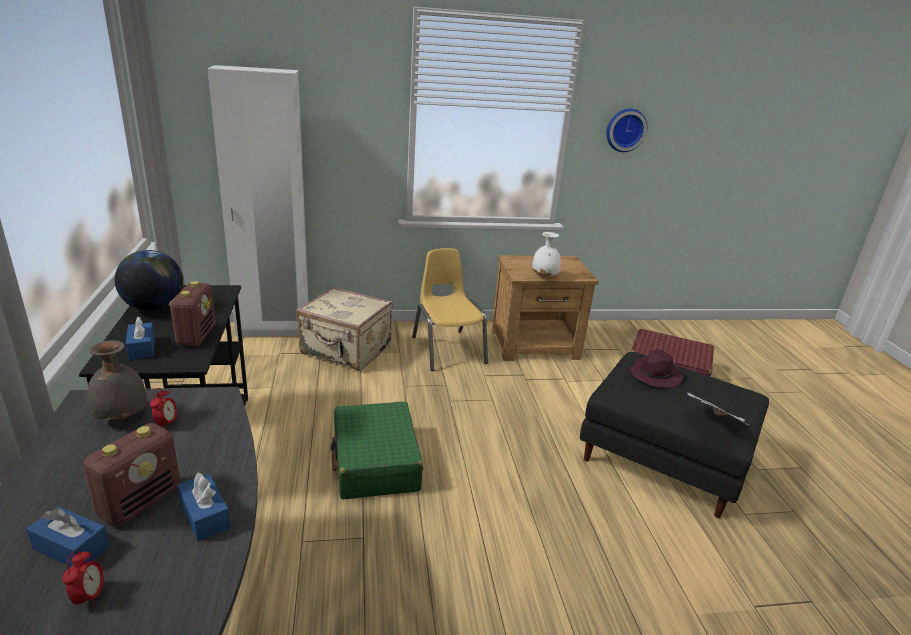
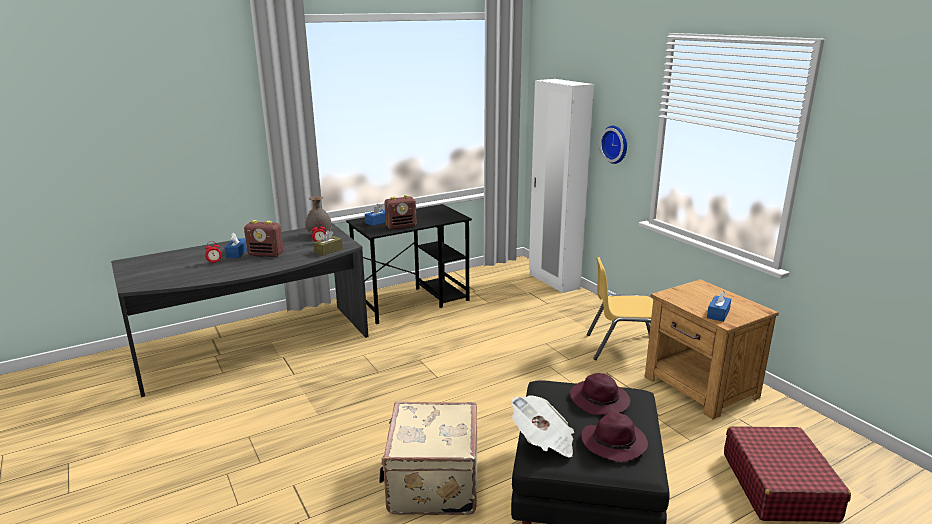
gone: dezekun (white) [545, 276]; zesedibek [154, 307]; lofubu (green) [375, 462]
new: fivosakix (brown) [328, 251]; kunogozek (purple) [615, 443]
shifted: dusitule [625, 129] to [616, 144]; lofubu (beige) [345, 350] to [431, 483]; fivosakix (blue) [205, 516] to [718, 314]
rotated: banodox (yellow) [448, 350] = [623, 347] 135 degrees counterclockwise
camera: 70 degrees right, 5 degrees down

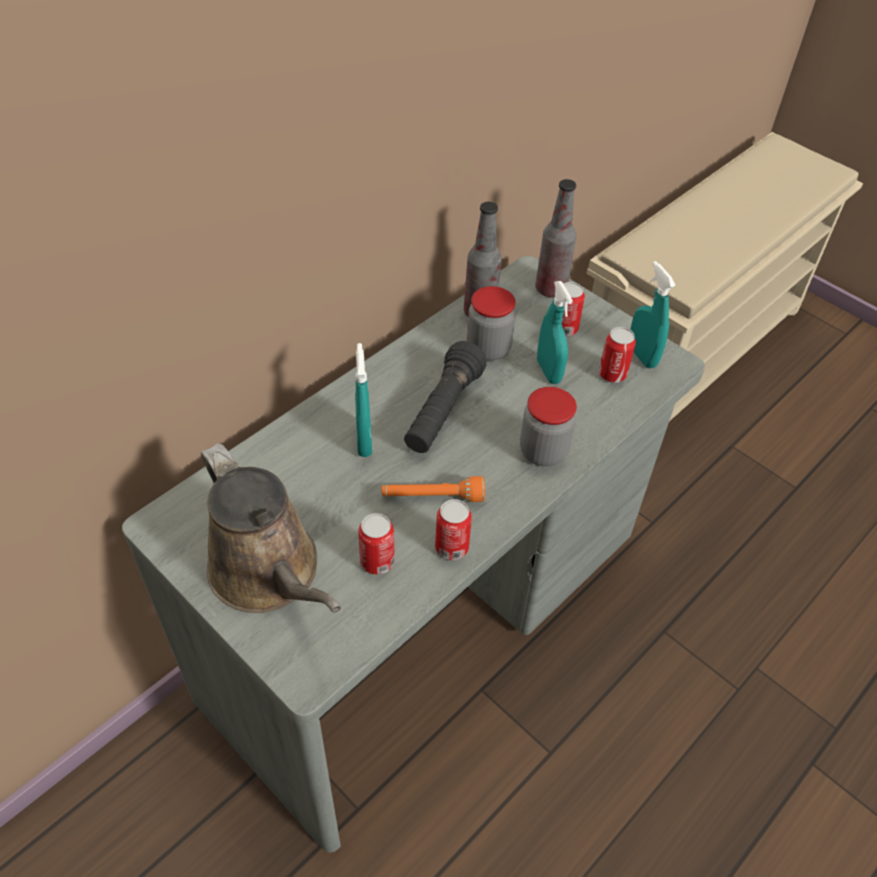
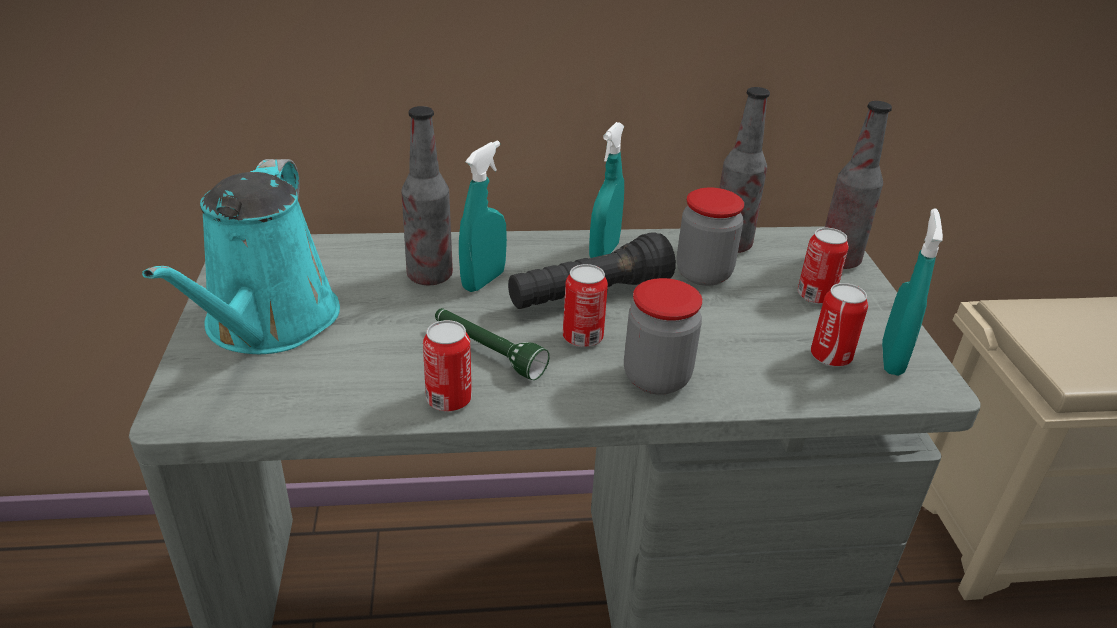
new: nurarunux [429, 276]
shifted: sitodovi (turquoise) [548, 371] to [604, 252]; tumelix [377, 561] to [582, 337]
repainted: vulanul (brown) [269, 573] to vulanul (turquoise) [268, 325]; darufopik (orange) [432, 497] to darufopik (green) [487, 351]
camera: 40 degrees right, 15 degrees down

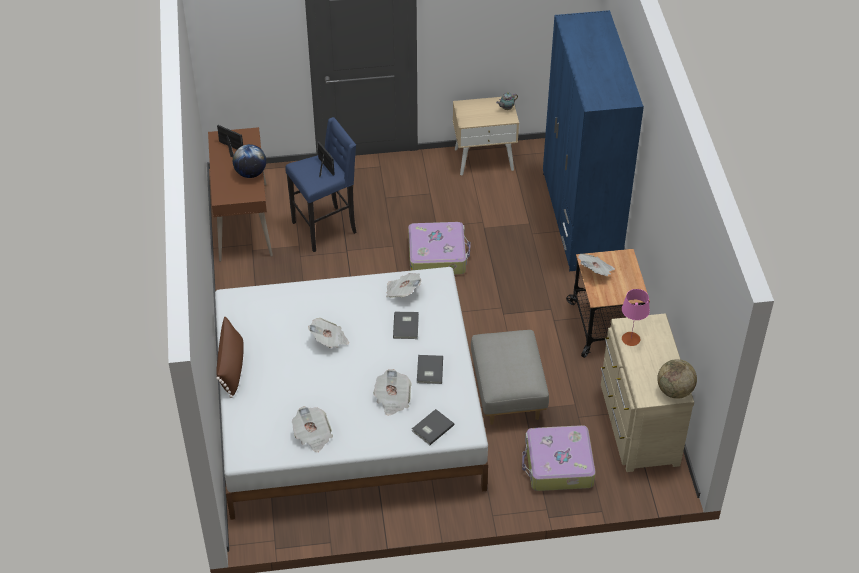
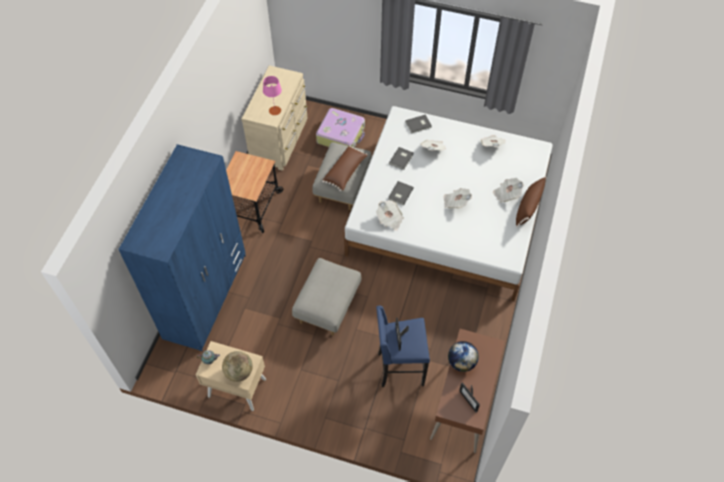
new: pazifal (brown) [345, 172]
shifted: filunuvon [596, 271] to [506, 194]; zesedibek [674, 391] to [239, 372]
swapped: lofubu [437, 255] to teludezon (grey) [328, 307]
camera: 155 degrees left, 10 degrees up

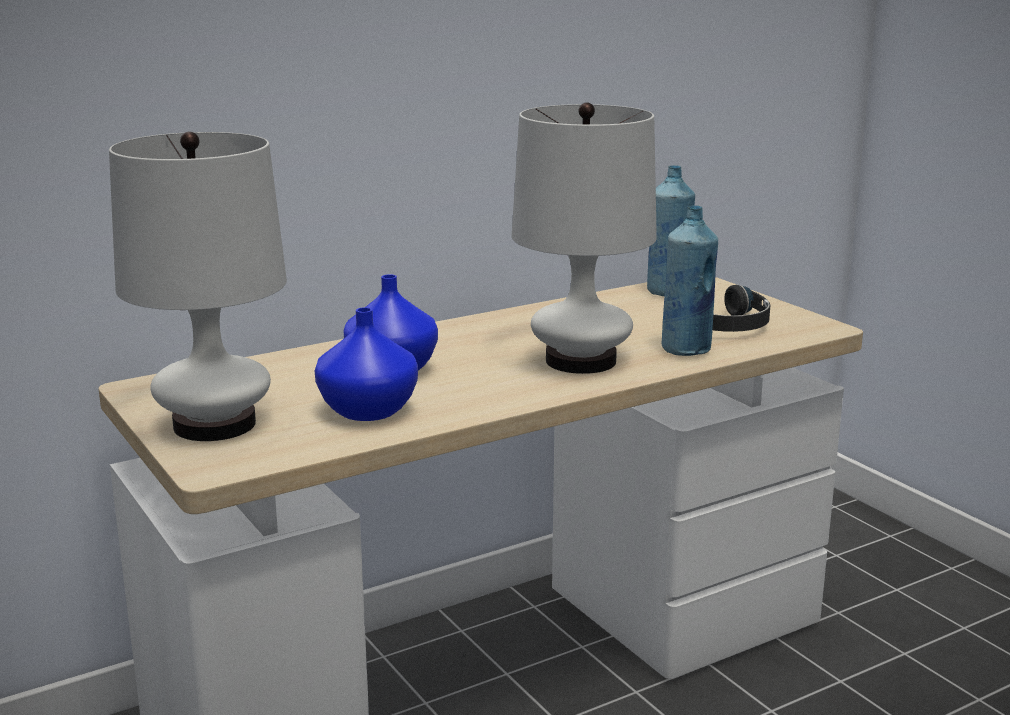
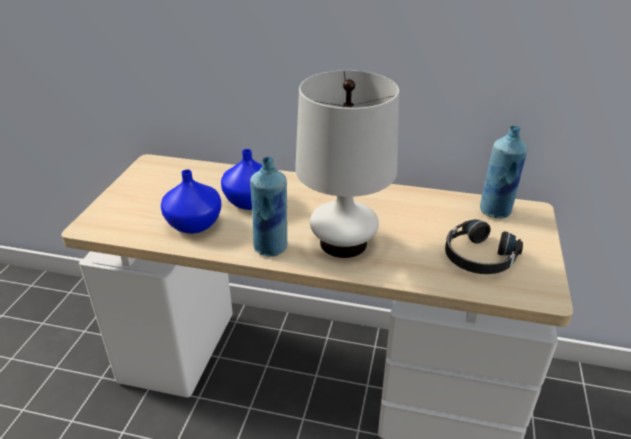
gone: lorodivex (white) [214, 425]
shifted: nurarunux (blue) [686, 350] to [271, 247]
camera: 45 degrees right, 15 degrees up

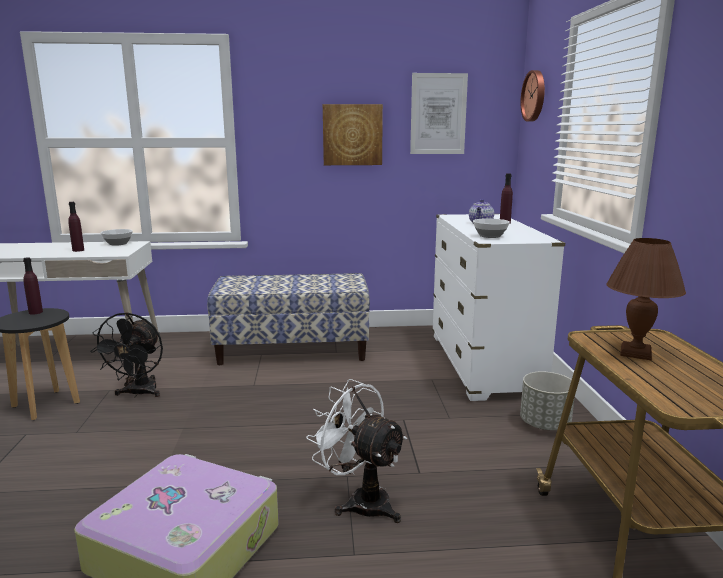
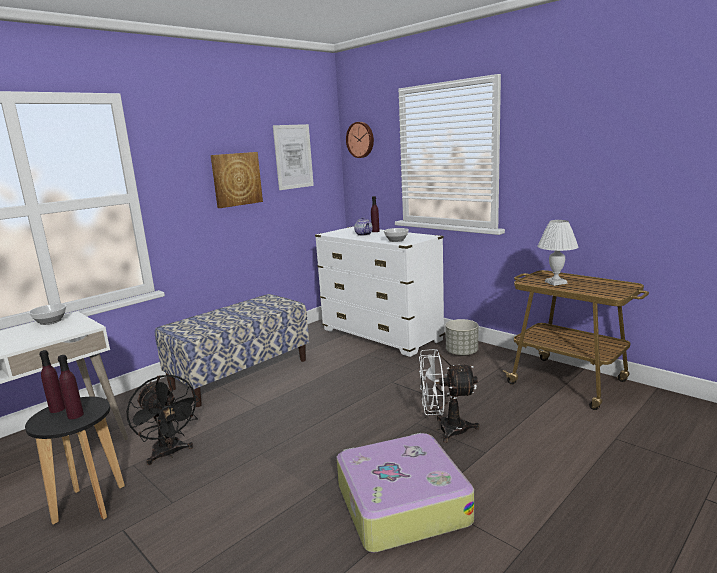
shifted: nurarunux (purple) [78, 250] to [75, 415]
repainted: lorodivex (brown) [635, 352] to lorodivex (white) [555, 282]
camera: 40 degrees left, 0 degrees up

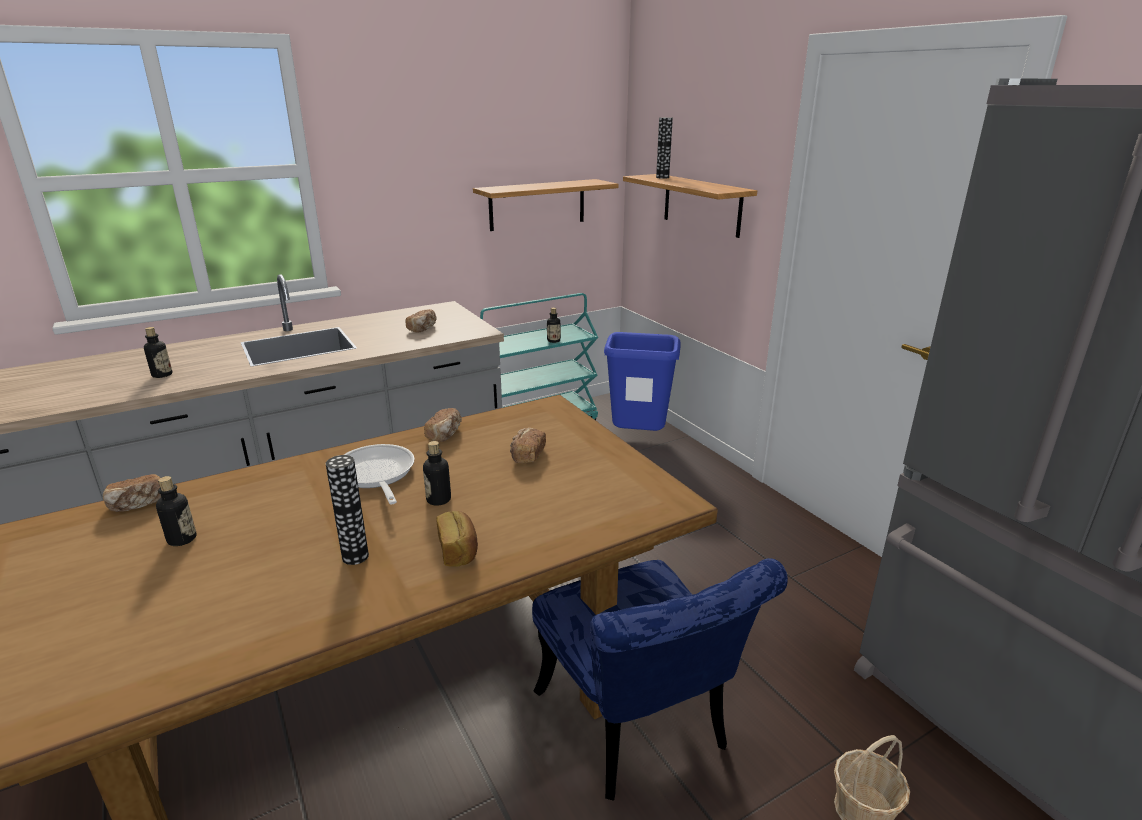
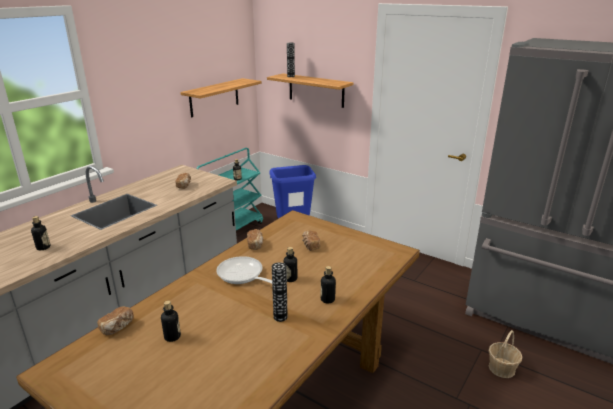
gone: banodox (blue) [639, 731]
swapped: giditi [459, 550] to nurarunux [327, 299]
camera: 25 degrees left, 0 degrees up

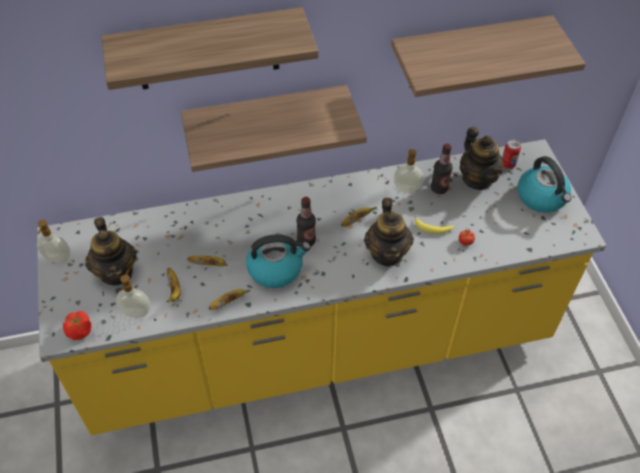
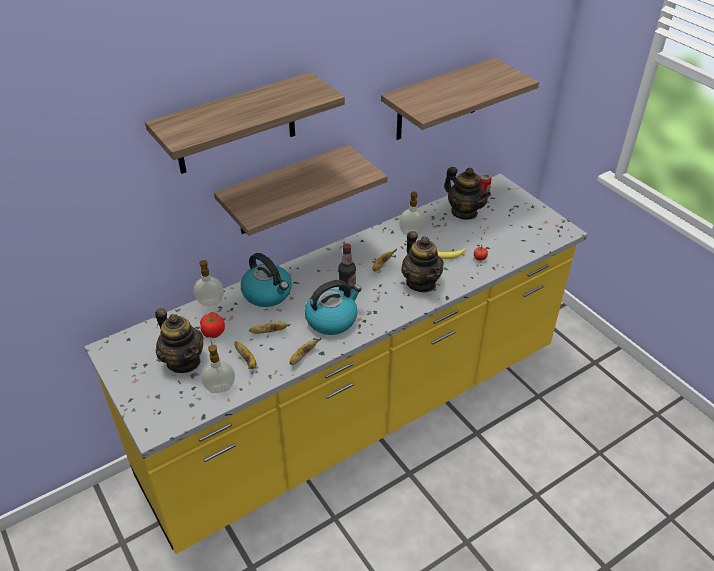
gone: nurarunux [439, 188]
shifted: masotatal [542, 197] to [268, 294]; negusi [57, 259] to [210, 303]; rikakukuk [80, 331] to [213, 332]
camera: 20 degrees left, 10 degrees down

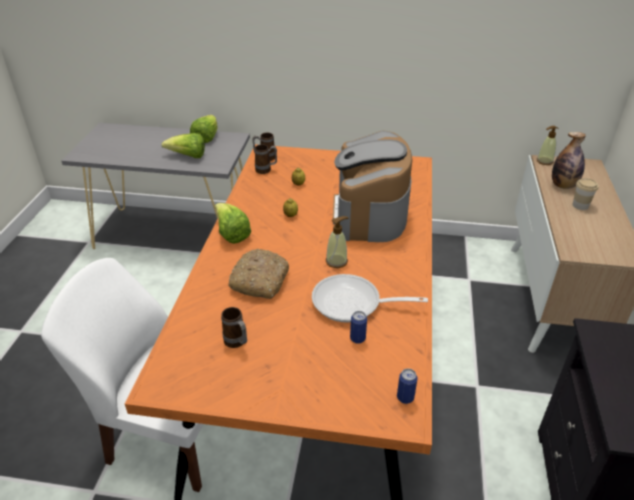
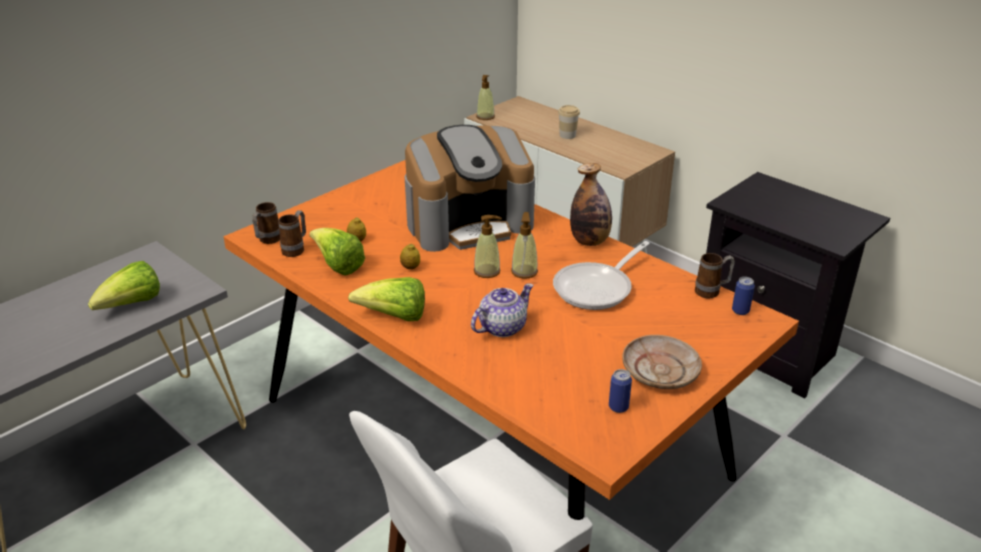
new: negusi [487, 271]; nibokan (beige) [660, 371]
shifted: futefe [206, 138] to [338, 265]; nurarunux [563, 185] to [590, 241]; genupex [237, 343] to [712, 292]; tumelix [357, 338] to [618, 407]
swapped: giditi [259, 280] to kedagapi [501, 327]
rotated: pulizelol [369, 213] = [469, 223] 60 degrees counterclockwise
camera: 55 degrees left, 5 degrees down

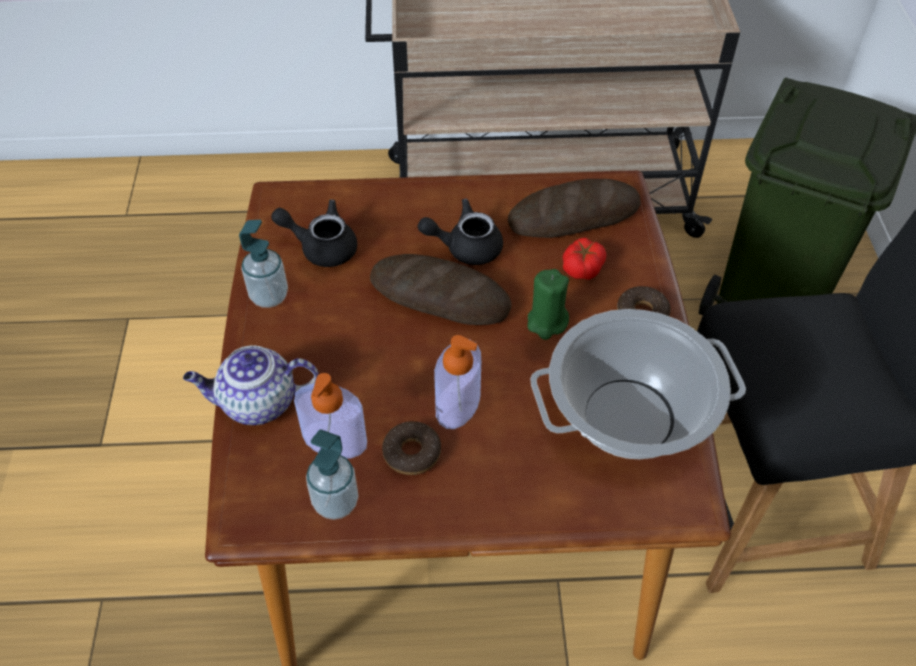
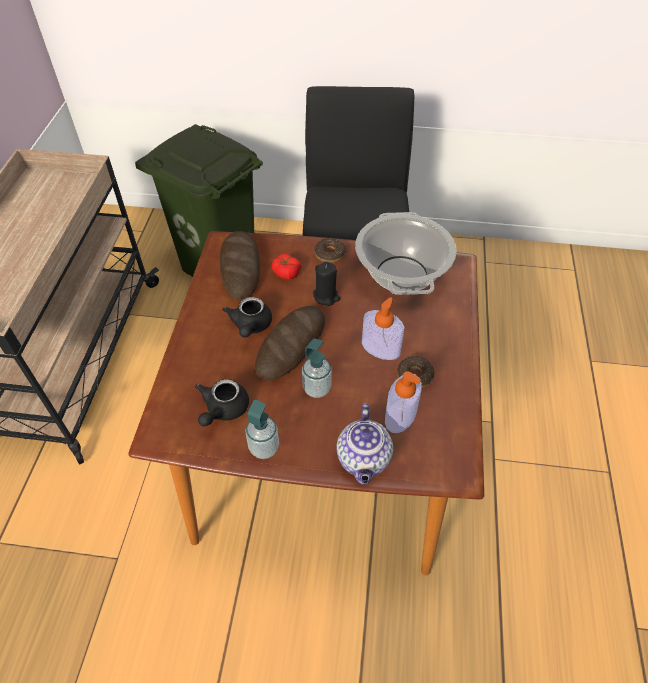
shifted: negusi [336, 502] to [317, 388]
repainted: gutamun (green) [547, 322] to gutamun (black) [326, 296]
camera: 80 degrees left, 0 degrees up

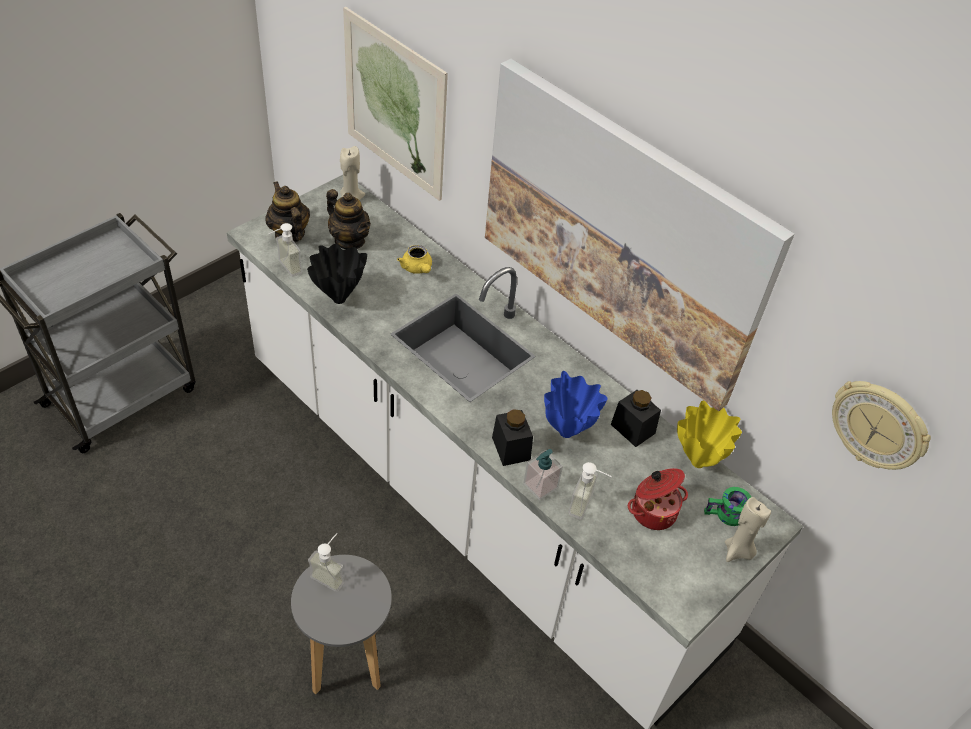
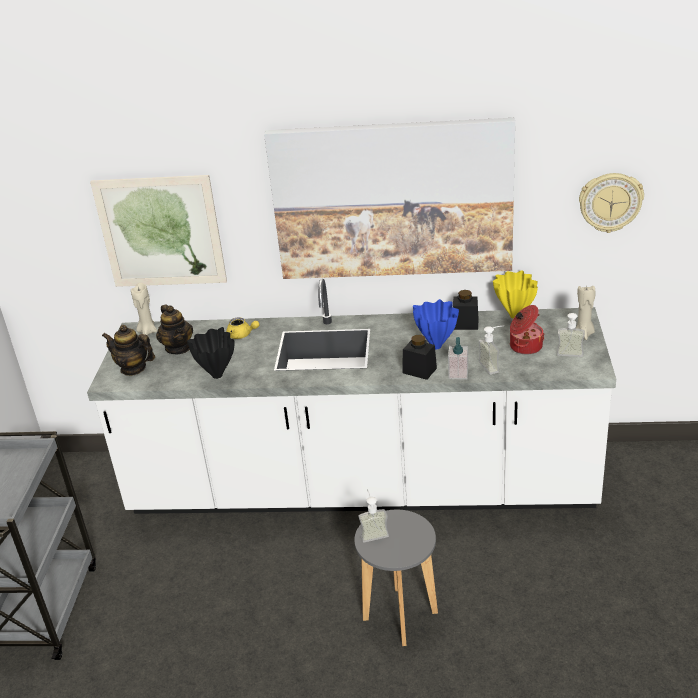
gone: genupex (green) [726, 515]
shifted: negusi [284, 269] to [569, 357]
rotated: kedagapi [349, 240] = [178, 348] 60 degrees clockwise
camera: 35 degrees left, 15 degrees down

